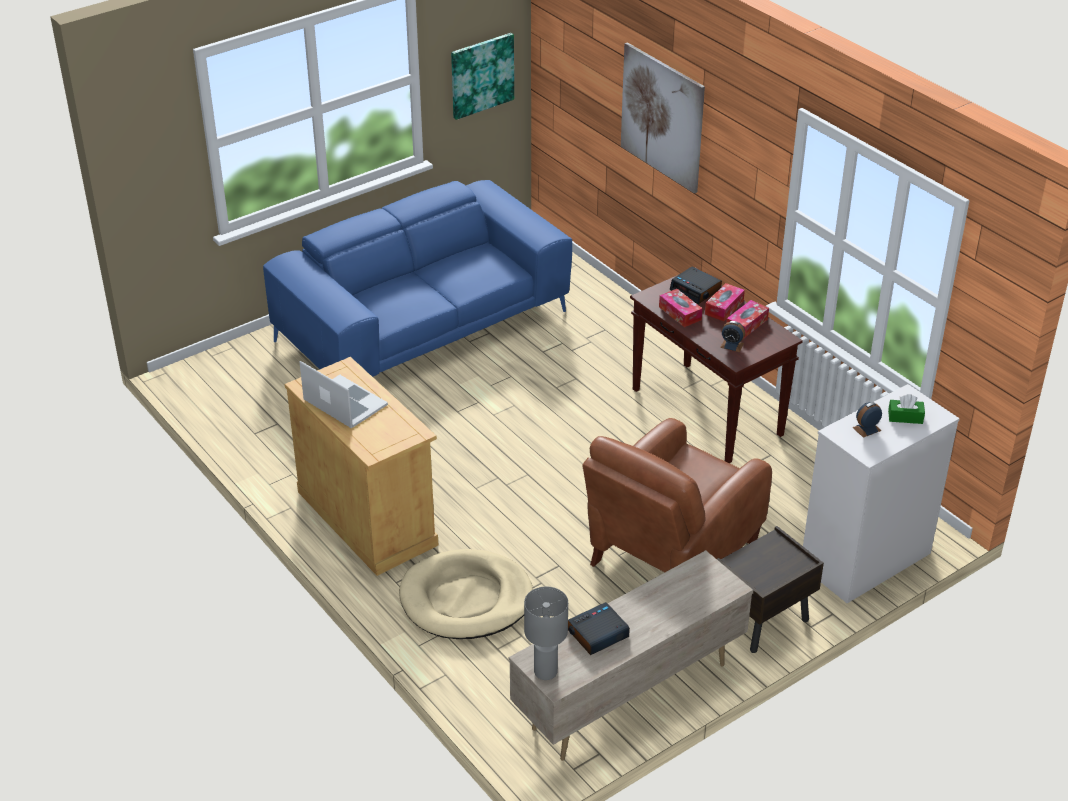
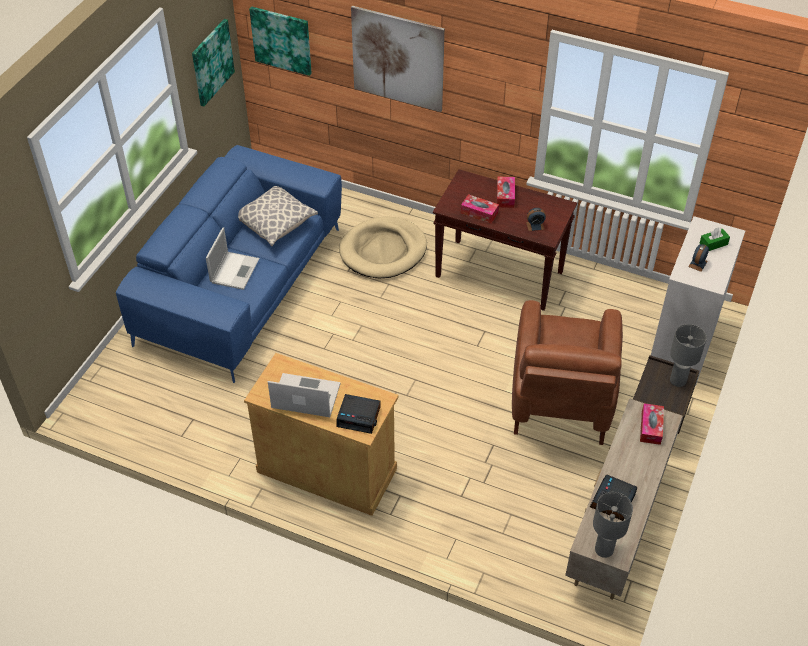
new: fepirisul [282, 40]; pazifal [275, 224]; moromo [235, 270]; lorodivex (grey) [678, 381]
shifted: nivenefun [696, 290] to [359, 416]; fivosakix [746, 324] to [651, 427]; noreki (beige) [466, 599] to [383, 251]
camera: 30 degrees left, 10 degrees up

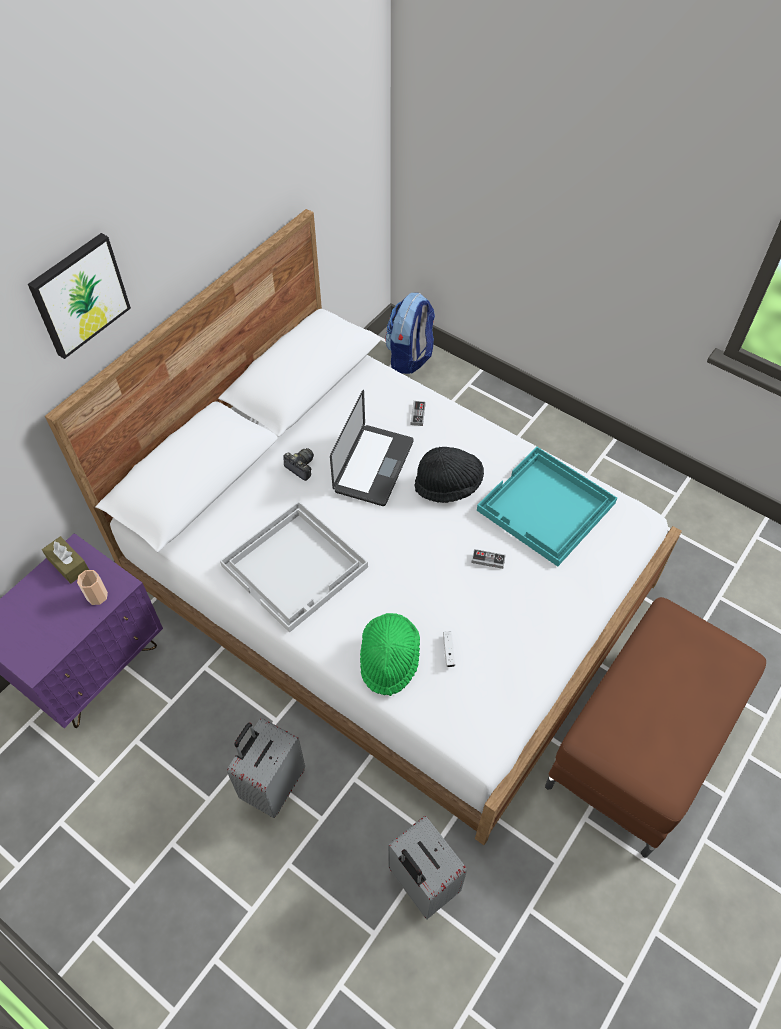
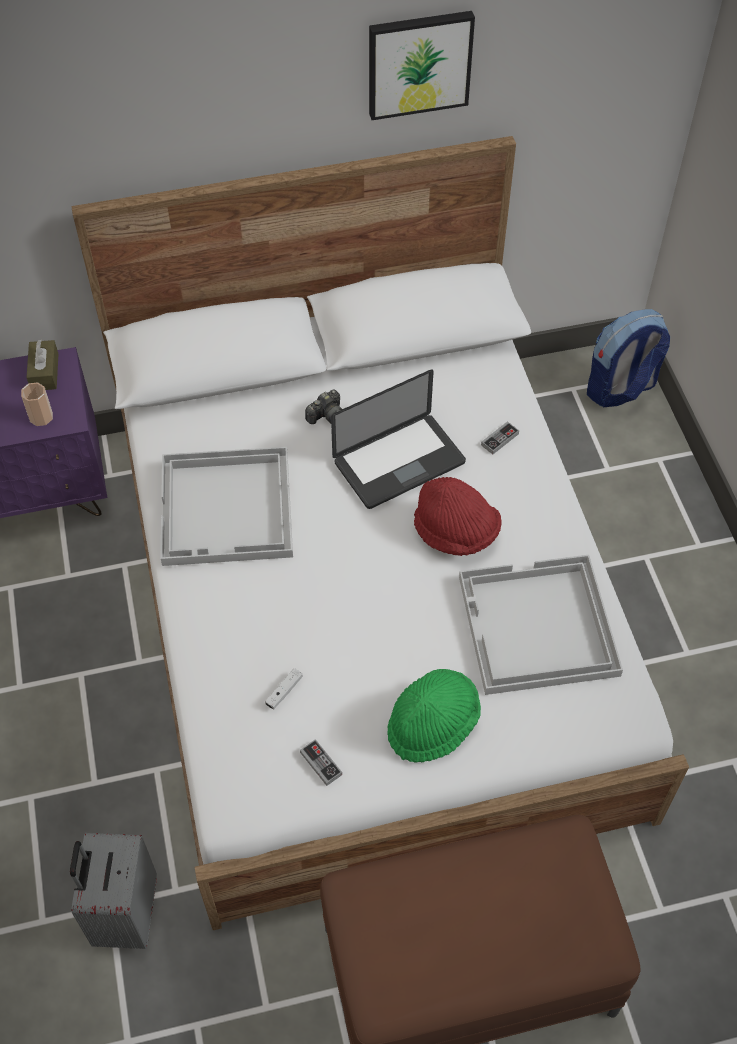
gone: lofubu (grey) [272, 784]
shifted: fepirisul [79, 295] to [419, 63]; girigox [488, 560] to [321, 763]; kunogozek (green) [389, 660] to [432, 724]
repainted: kunogozek (black) [448, 485] to kunogozek (red) [456, 532]; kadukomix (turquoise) [546, 508] to kadukomix (white) [536, 627]
rotated: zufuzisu [301, 467] = [328, 417] 60 degrees clockwise
camera: 40 degrees right, 0 degrees up

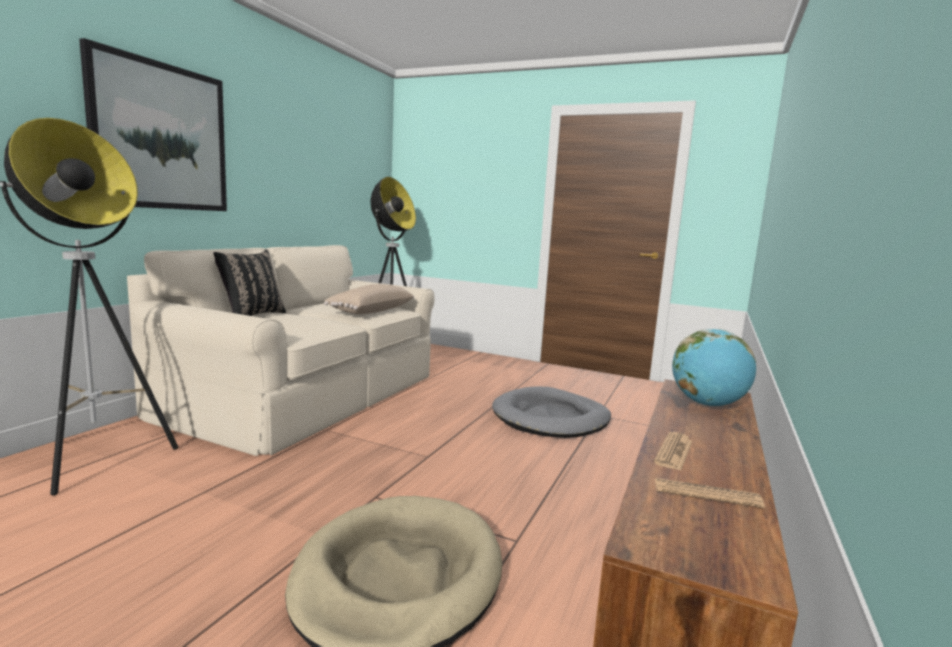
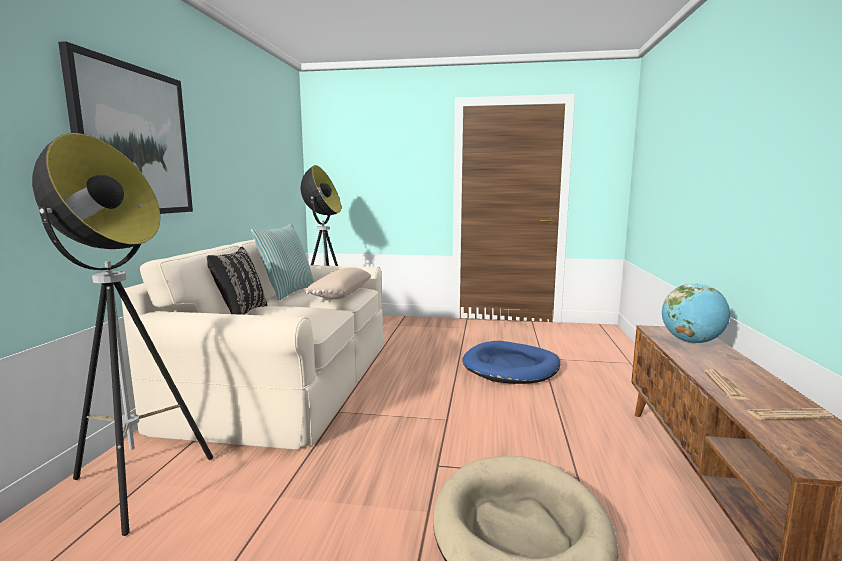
new: pazifal [287, 292]
repainted: noreki (grey) [551, 418] to noreki (blue) [511, 367]
camera: 15 degrees left, 0 degrees up

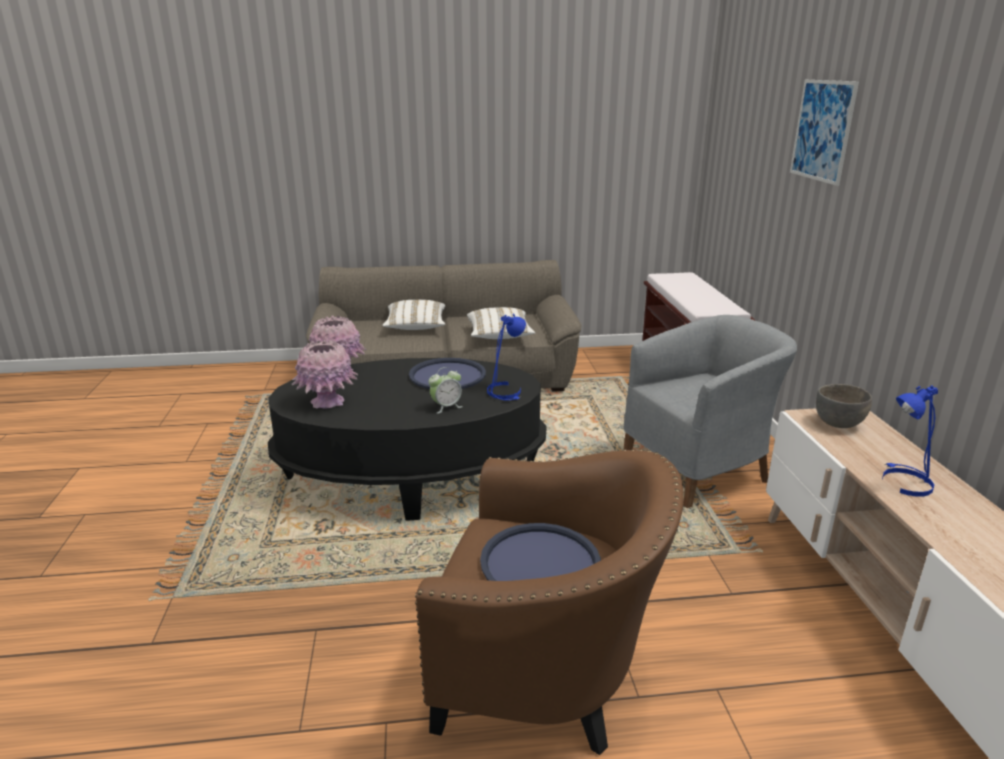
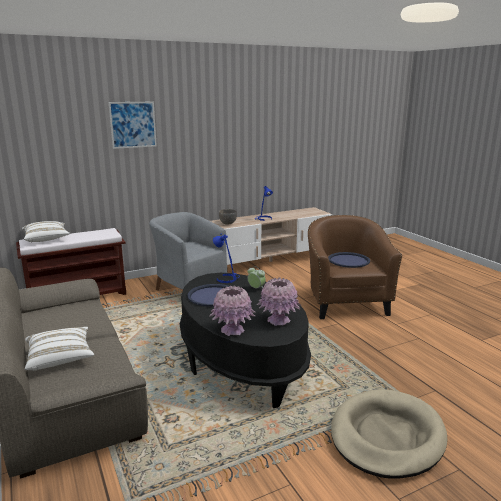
new: noreki (beige) [386, 436]
shifted: pazifal (white) [499, 336] to [46, 239]
camera: 110 degrees left, 5 degrees down

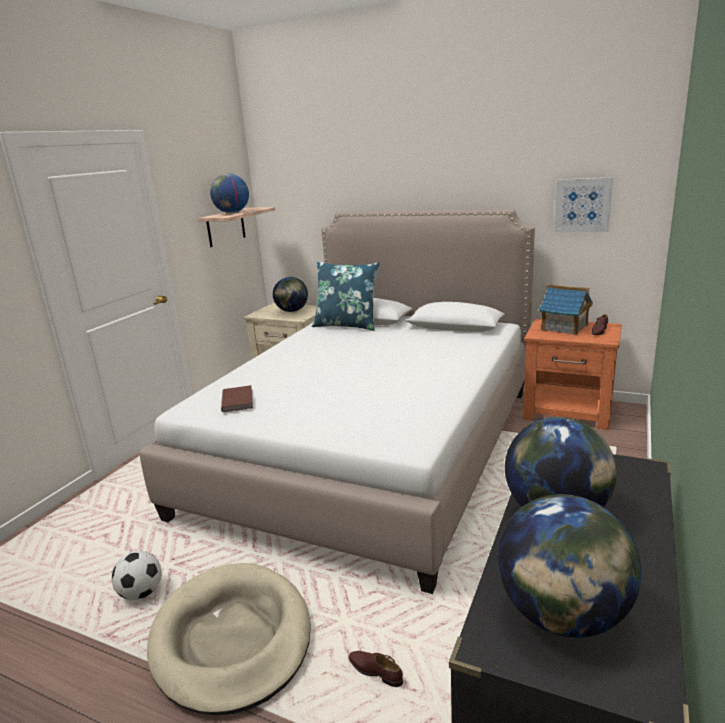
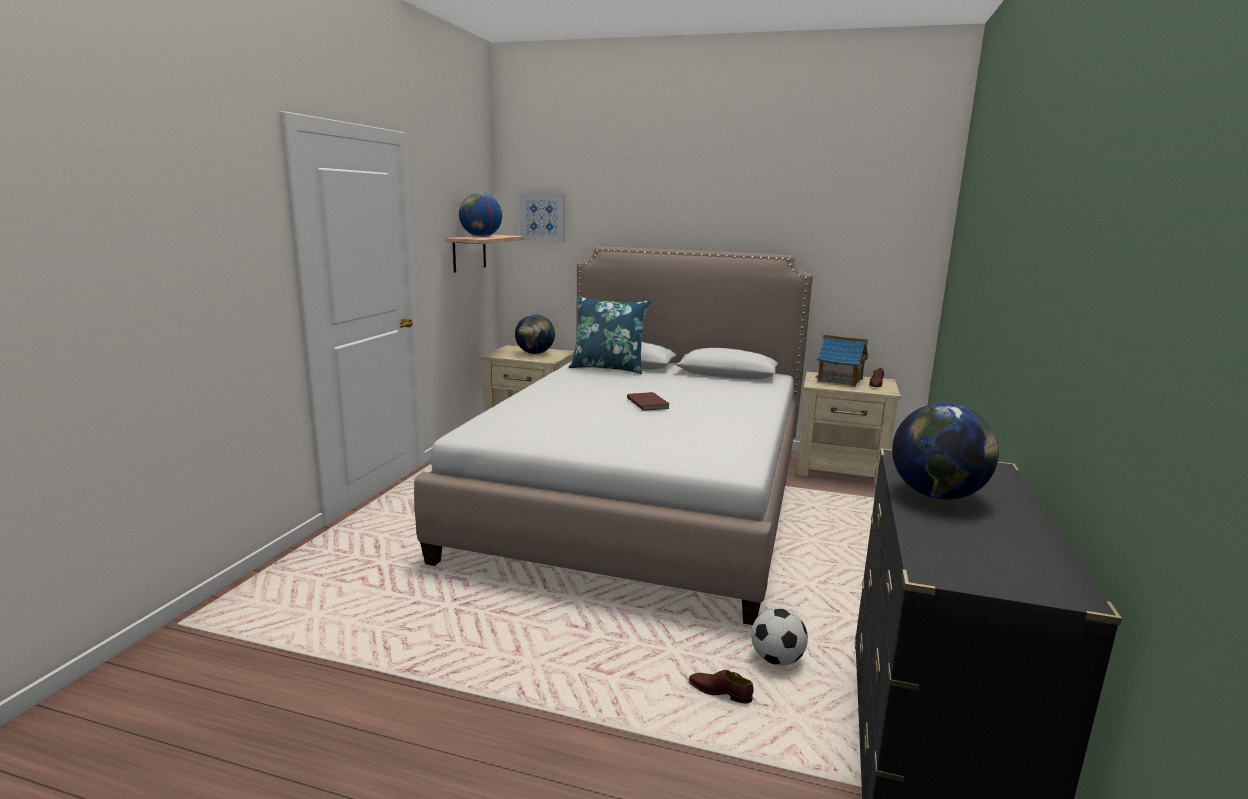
gone: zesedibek [563, 615]; noreki (beige) [232, 639]
shifted: fepirisul [582, 205] to [542, 217]; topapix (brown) [238, 400] to [648, 403]; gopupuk [141, 593] to [776, 659]
repainted: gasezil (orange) [569, 411] to gasezil (beige) [841, 469]
camera: 10 degrees left, 5 degrees down

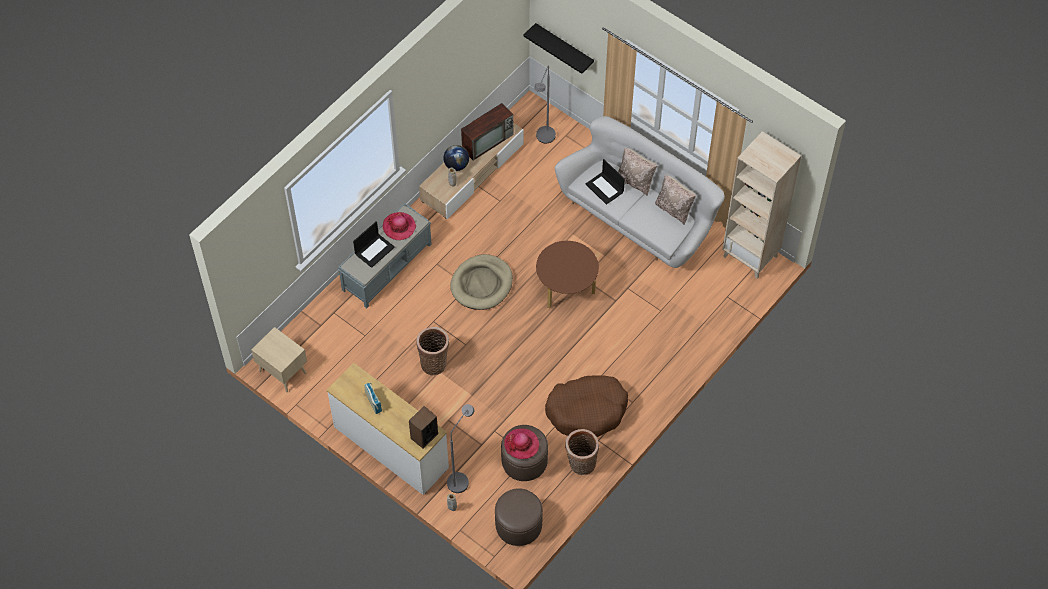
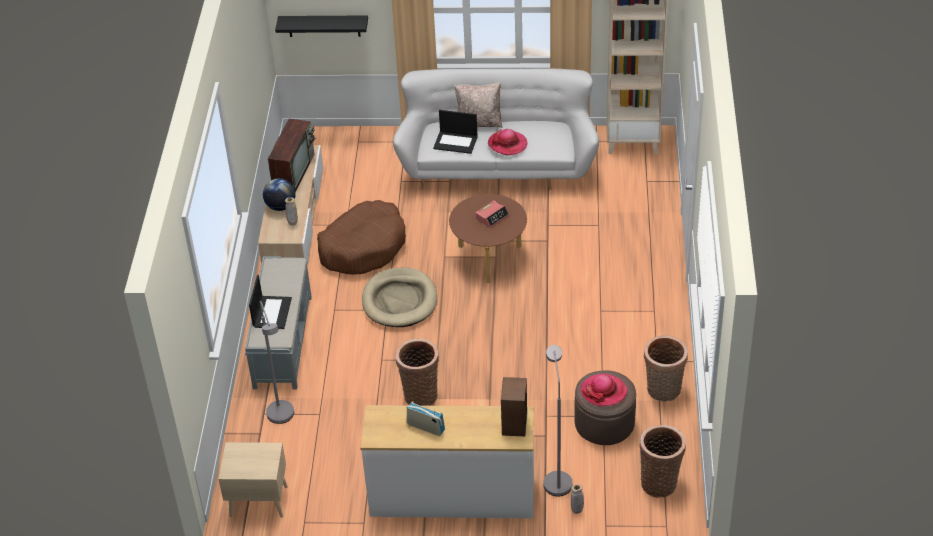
gone: pazifal (beige) [674, 209]
new: nivenefun [492, 217]
shifted: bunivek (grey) [544, 140] to [282, 419]; kunogozek [399, 227] to [507, 144]; noreki (brown) [587, 411] to [363, 247]
swapped: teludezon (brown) [518, 524] to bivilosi [660, 482]
camera: 35 degrees left, 15 degrees down

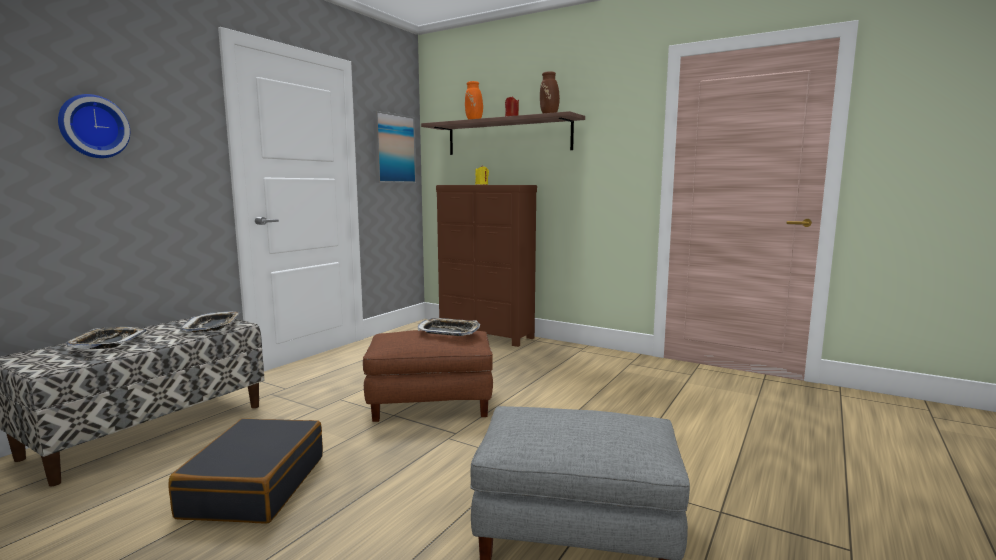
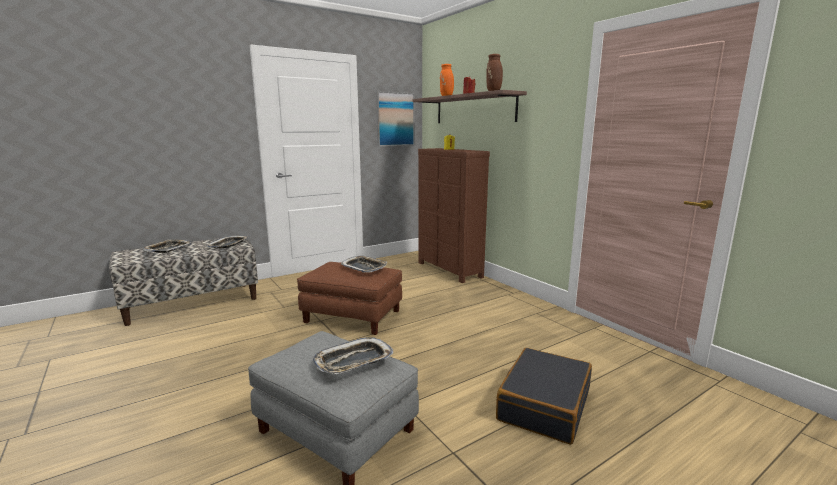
gone: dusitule [93, 126]
new: kadukomix [353, 361]
shifted: lofubu (black) [254, 485] to [543, 405]
camera: 25 degrees right, 5 degrees up

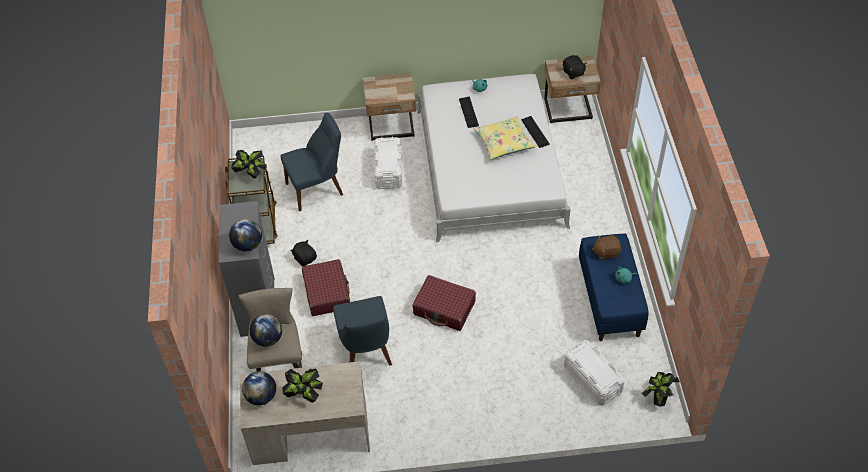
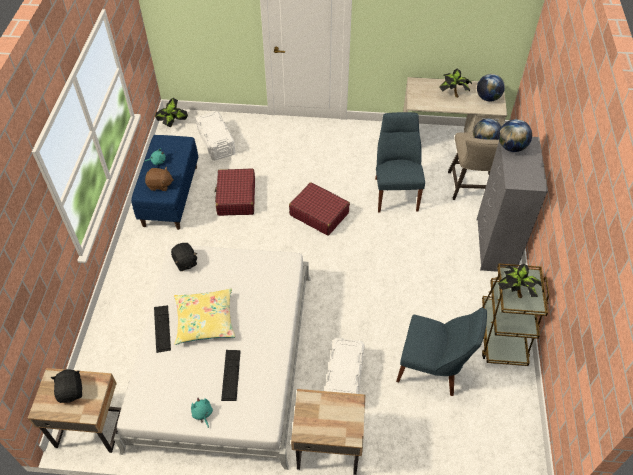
shifted: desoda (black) [305, 258] to [185, 262]; lofubu (red) [327, 292] to [236, 198]
rotated: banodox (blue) [317, 188] = [432, 369] 150 degrees counterclockwise
camera: 170 degrees left, 0 degrees up

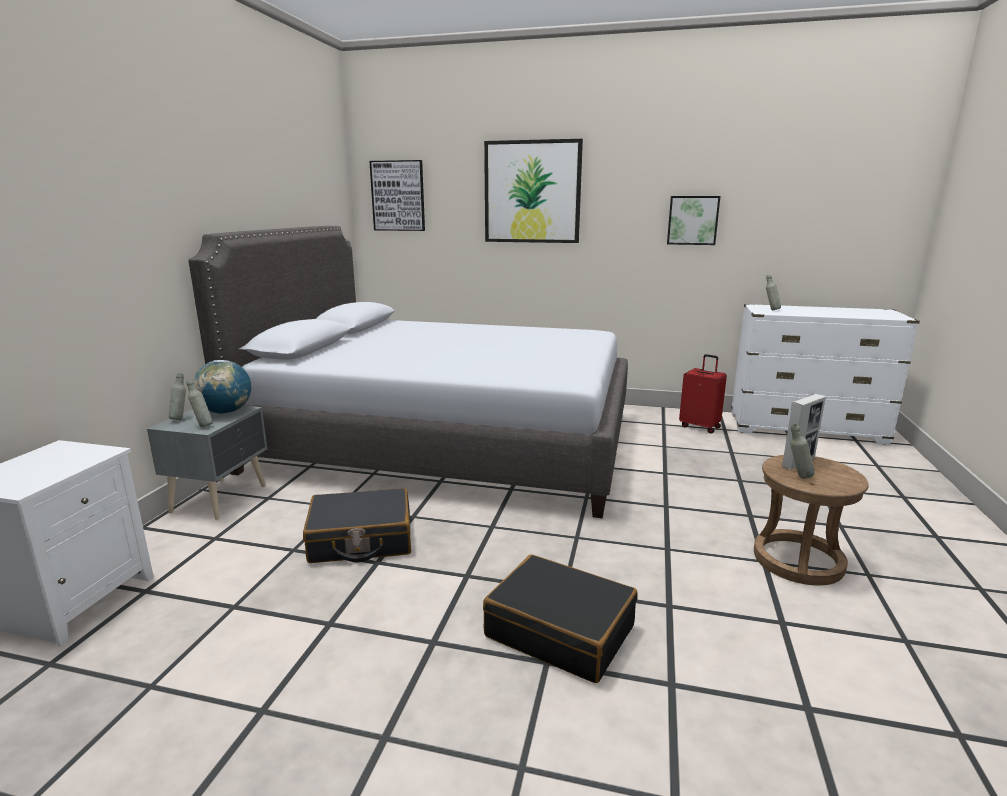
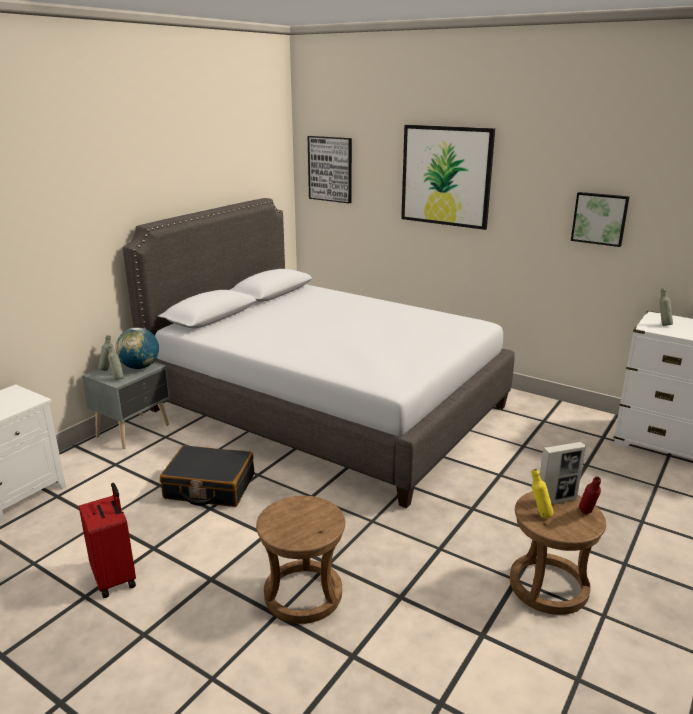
new: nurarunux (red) [587, 515]
shifted: lofubu (red) [700, 426] to [115, 578]
swapped: lofubu (black) [560, 631] to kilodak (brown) [302, 594]
repainted: nurarunux (grey) [798, 477] to nurarunux (yellow) [539, 515]
camera: 20 degrees right, 5 degrees up

